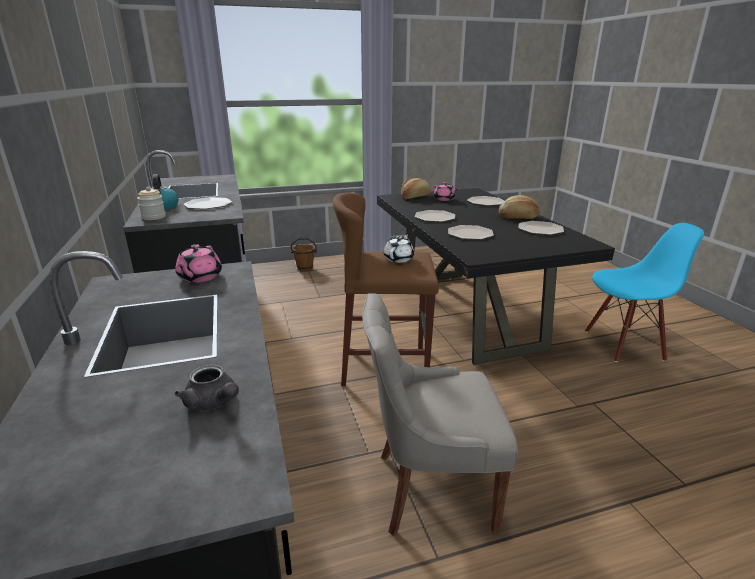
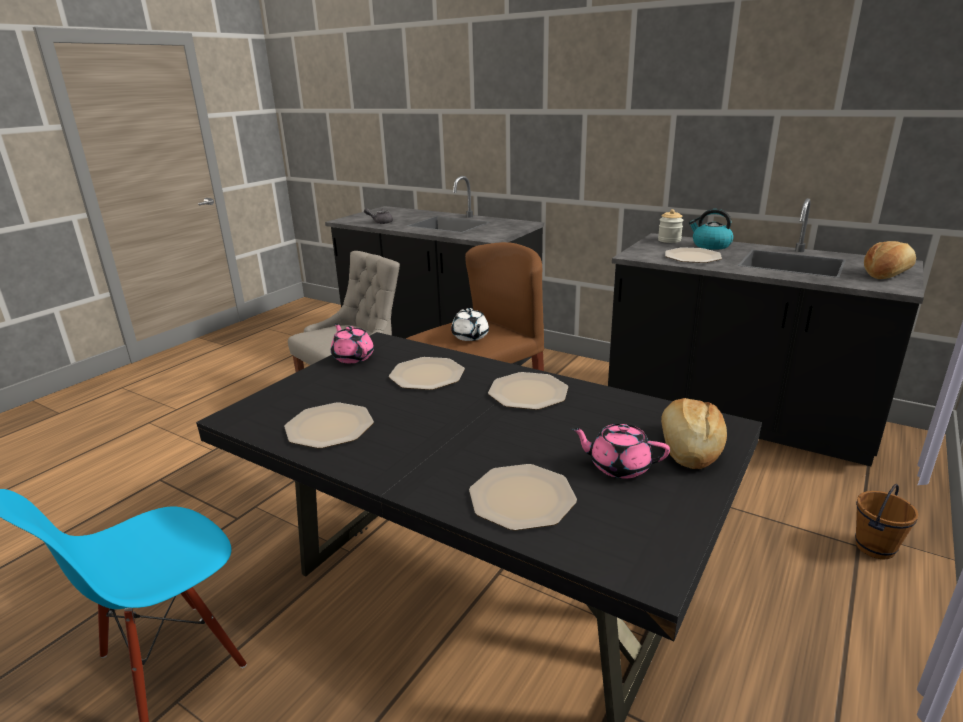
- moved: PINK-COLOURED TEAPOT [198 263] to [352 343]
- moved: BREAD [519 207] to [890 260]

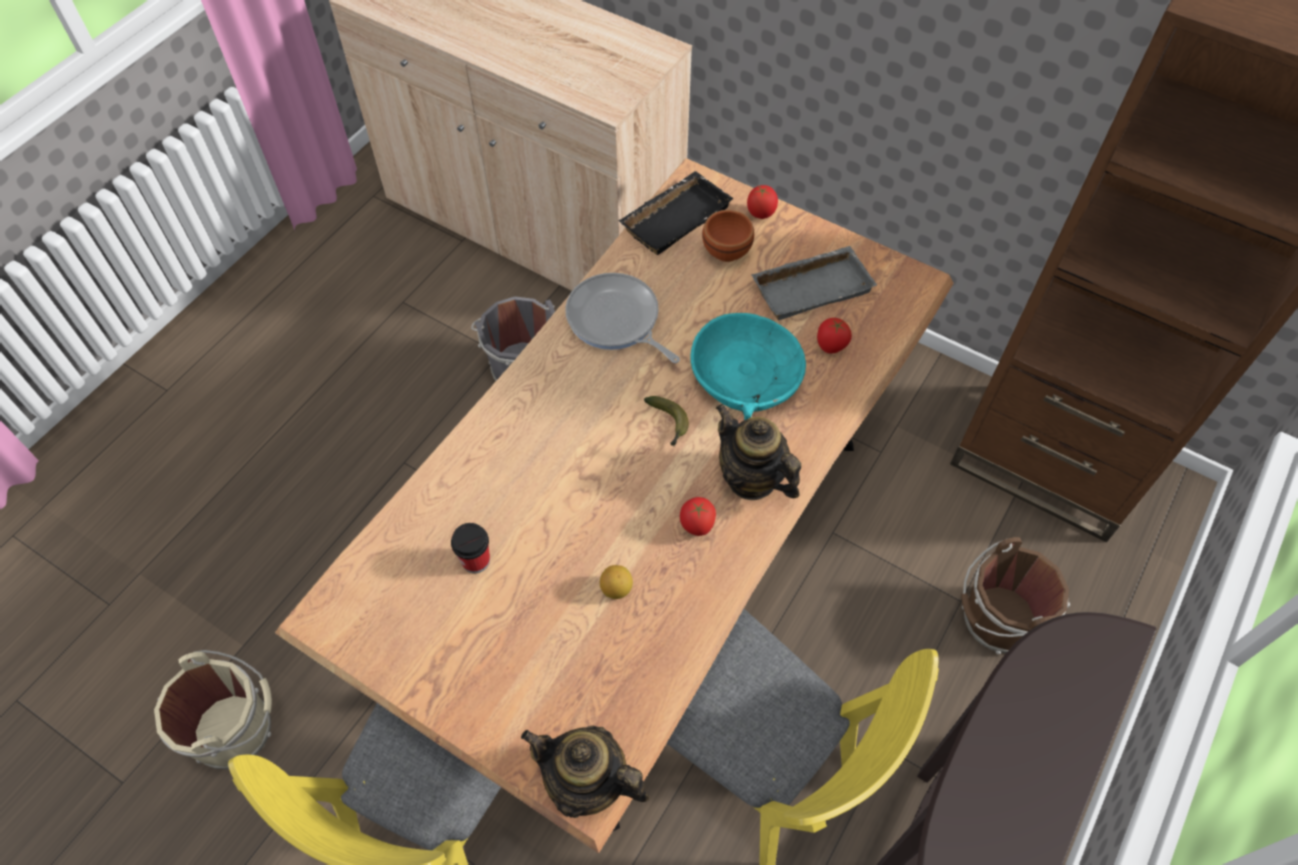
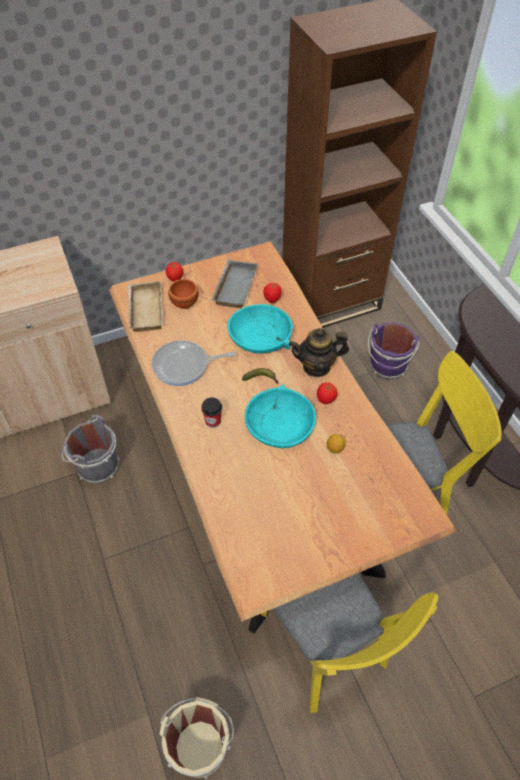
- removed: TEAPOT [585 772]
- added: TURQUOISE DEEP DISH [280 416]
- moved: SMALL CUP [470 548] to [211 412]
- recoloured: BLACK-COLOURED TRAY [676 213] to BEIGE TRAY [145 306]
- recoloured: BROWN WATER BUCKET [1015 595] to PURPLE WATER BUCKET [394 351]

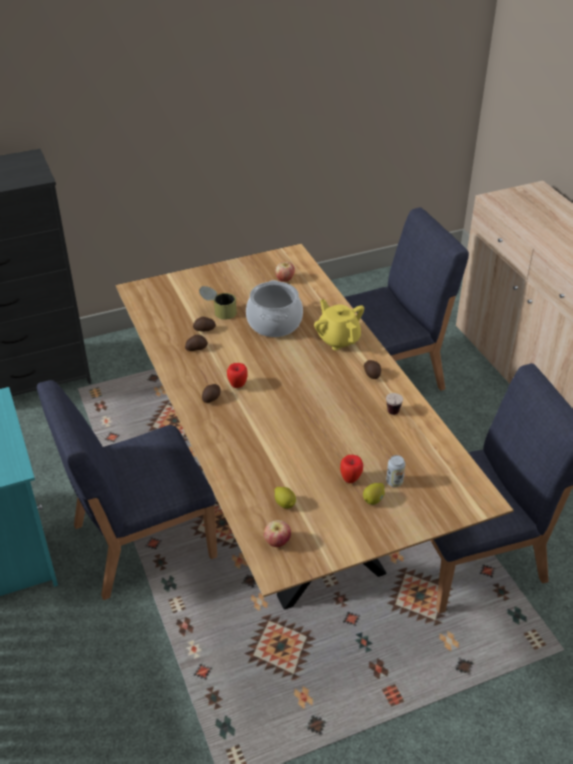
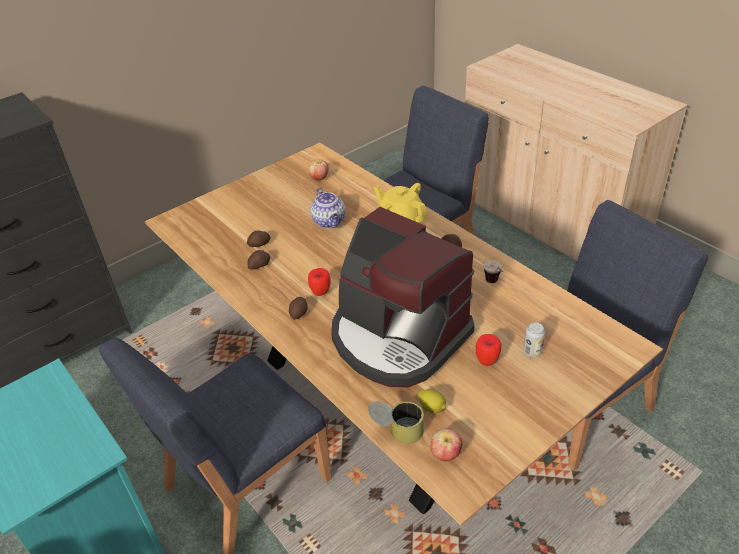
- removed: CITRUS FRUIT [374 494]
- added: COFFEE MAKER [403 297]
- moved: CAN [218 303] to [396 422]
- replaced: STOCKPOT [274 308] to TEAPOT [327 208]

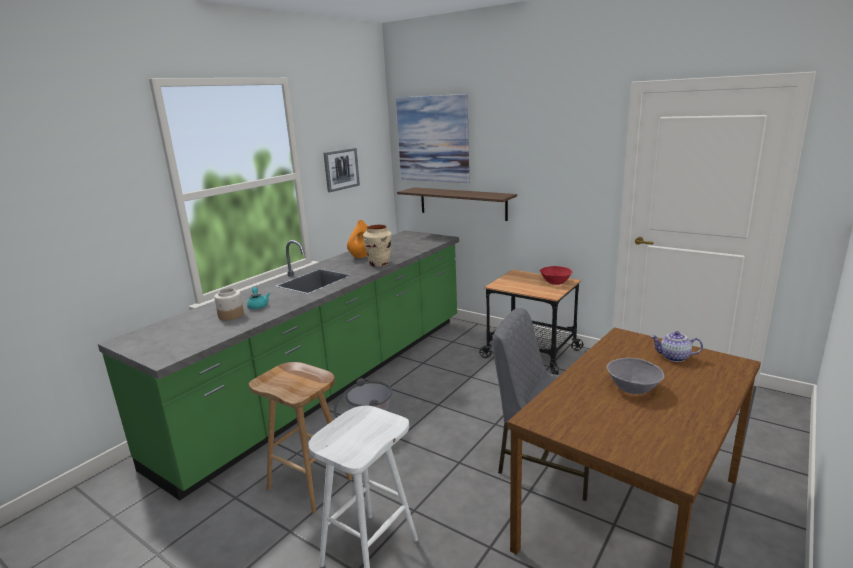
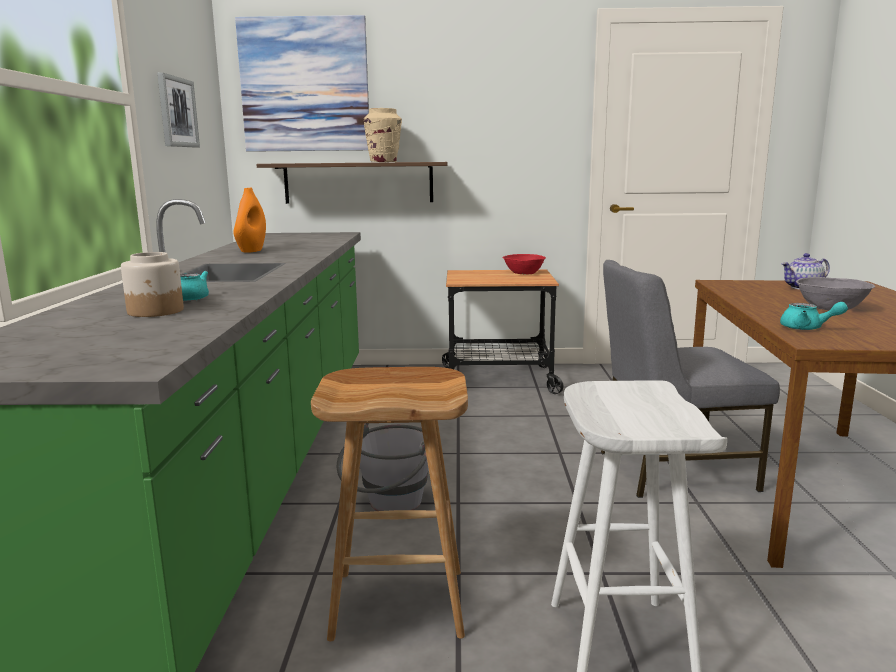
- added: TURQUOISE TEAPOT [814 316]
- moved: BEIGE FLOWER VASE [377 246] to [383 135]

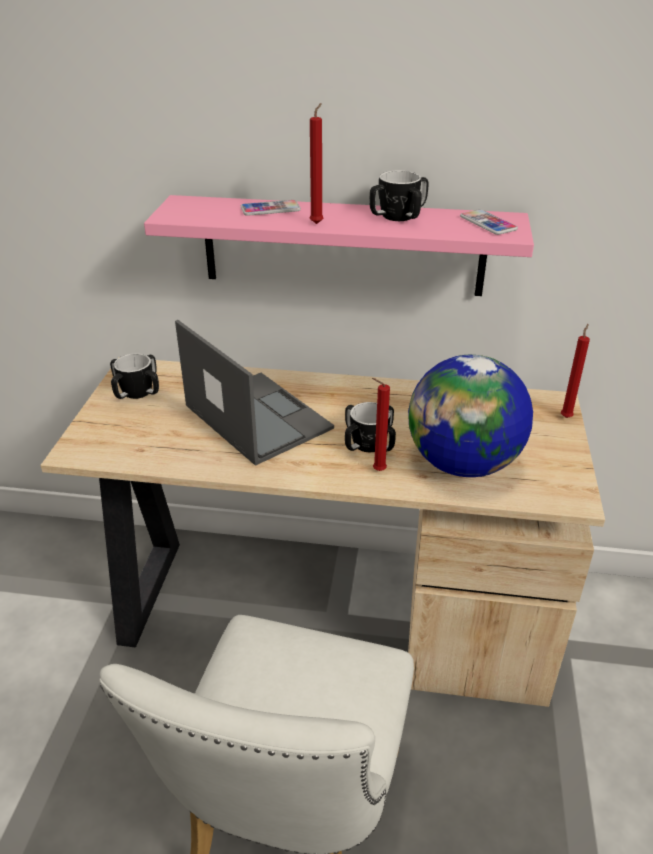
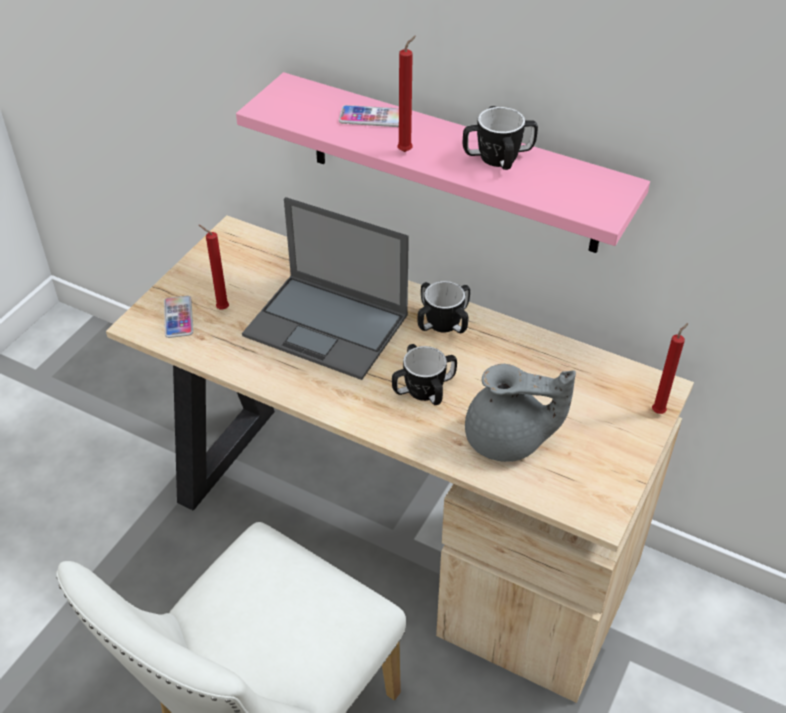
- moved: COFFEE MUG [134 376] to [444 307]
- moved: RED-COLOURED WAX CANDLE [381 424] to [214 267]
- moved: PHONE [489 222] to [178 317]
- replaced: WORLD GLOBE [470 416] to GREYISH TEAPOT [520 413]
- turned: LAPTOP [254 393] = [325 288] 135 degrees clockwise

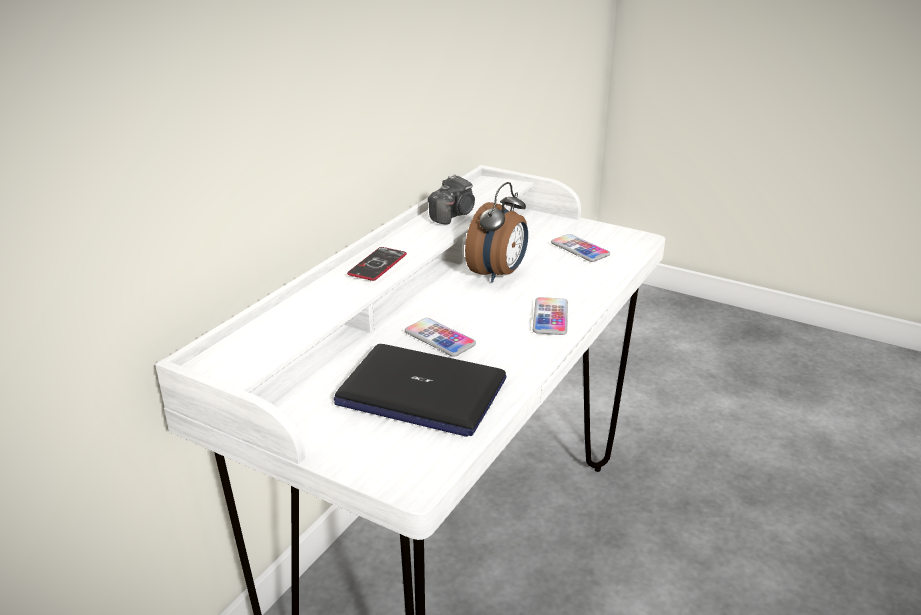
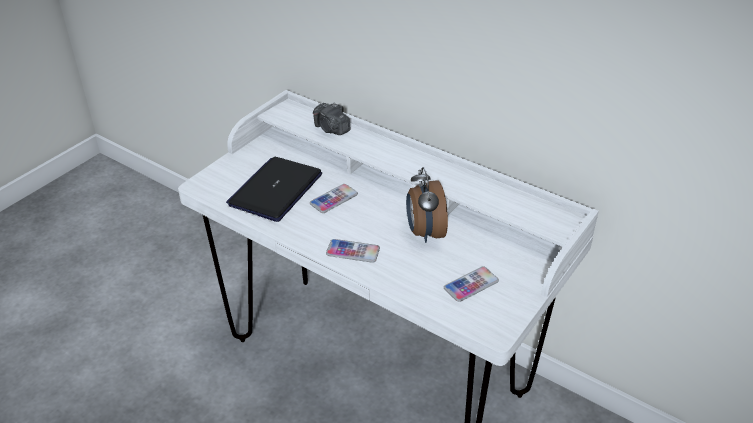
- removed: PHONE [377 264]
- moved: PHOTO CAMERA [451 199] to [331 119]
- turned: TABLE CLOCK [496 232] = [427 205] 45 degrees clockwise

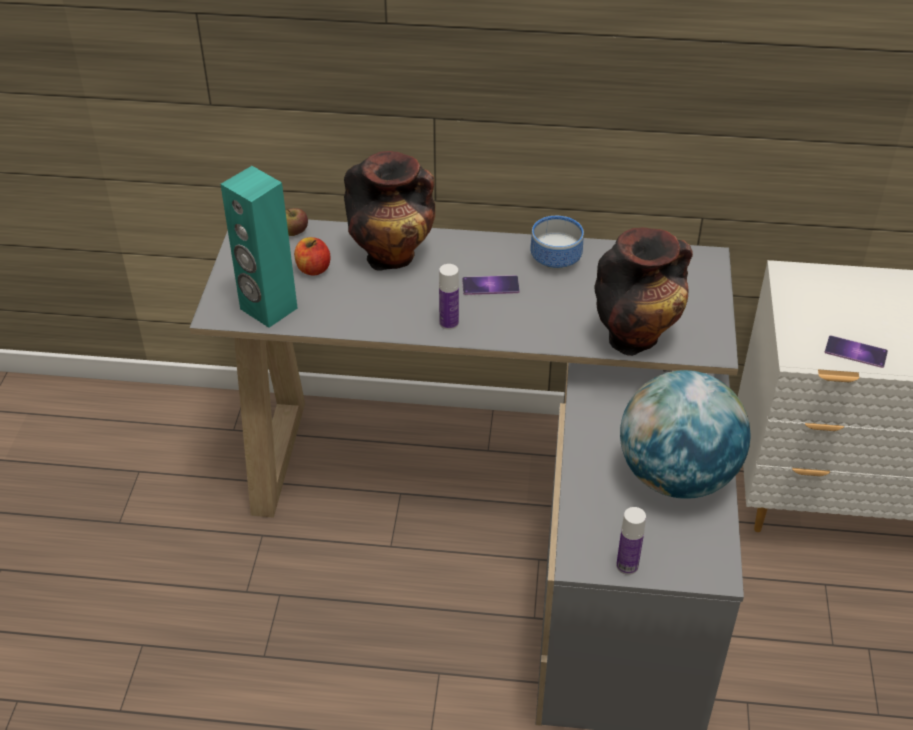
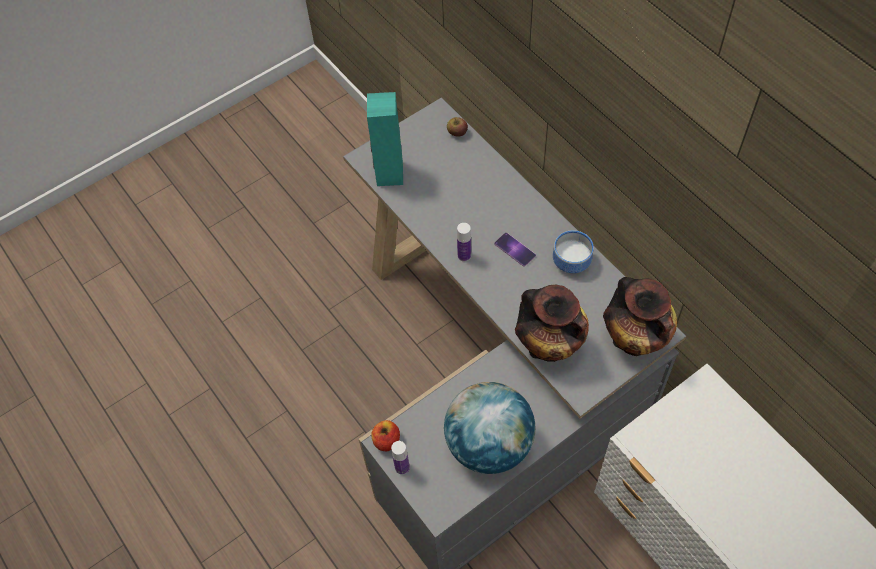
- removed: PHONE [856 351]
- moved: APPLE FRUIT [312 256] to [385 435]
- moved: FLOWER VASE [389 211] to [640 316]

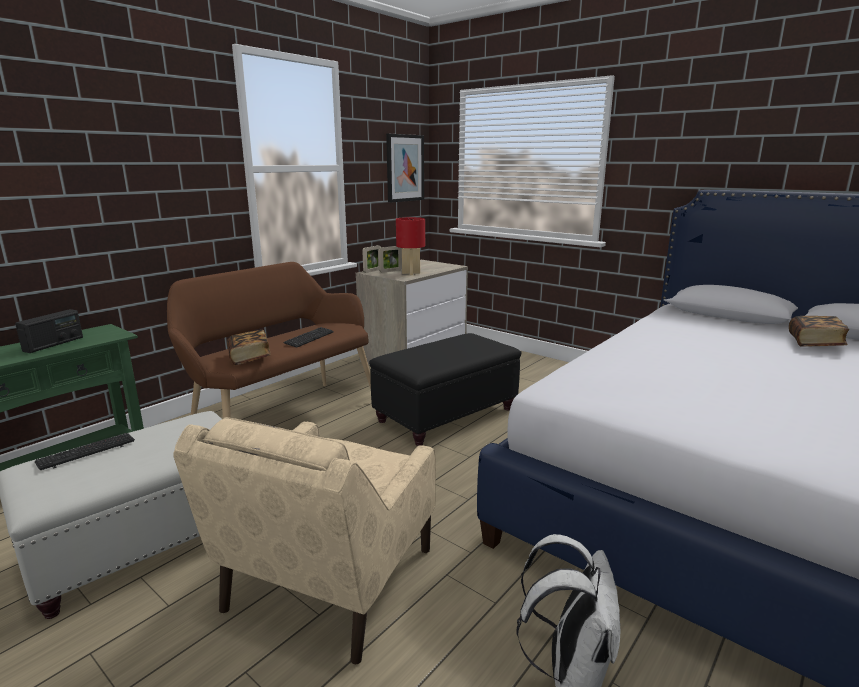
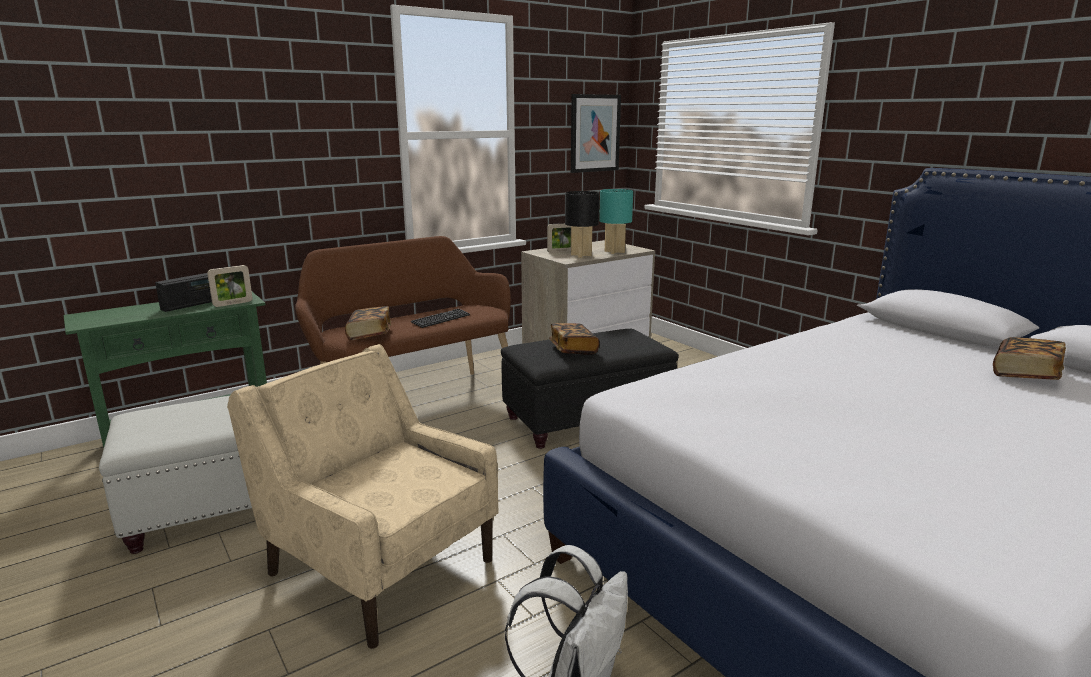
- removed: PC KEYBOARD [85 451]
- added: VOLUME [574 339]
- added: TURQUOISE TABLE LAMP [616 221]
- moved: PICTURE FRAME [371 259] to [230 286]
- recoloured: RED-COLOURED TABLE LAMP [410 246] to BLACK-COLOURED TABLE LAMP [582 224]
- turned: BEIGE ARMCHAIR [304 540] = [363 496] 90 degrees clockwise

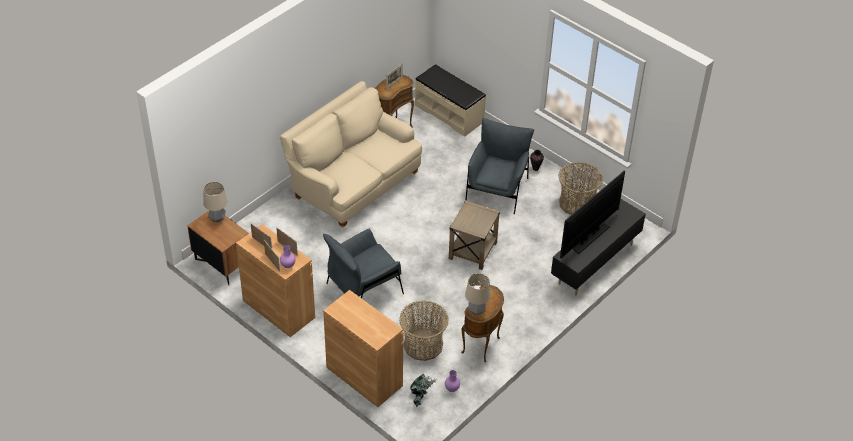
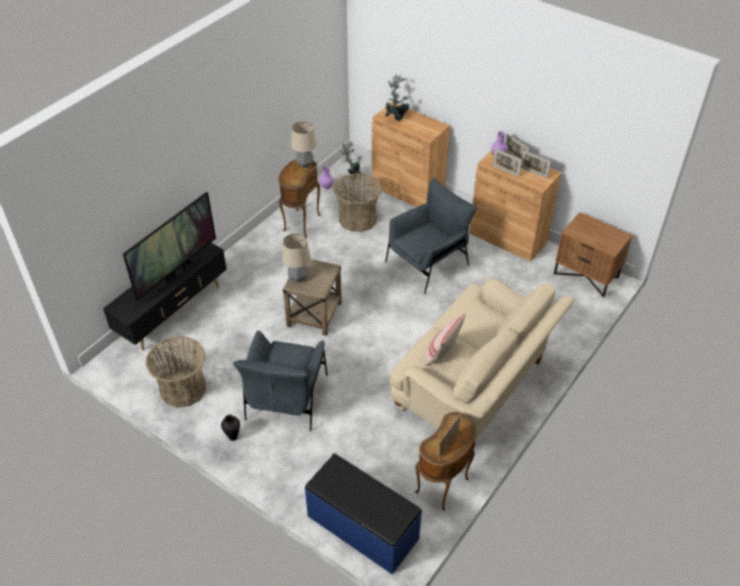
- added: POTTED PLANT [397 97]
- added: CUSHION [445 340]
- moved: TABLE LAMP [215 202] to [296 257]
- recoloured: BEIGE LONG SEAT [450 100] to BLUE LONG SEAT [363 513]

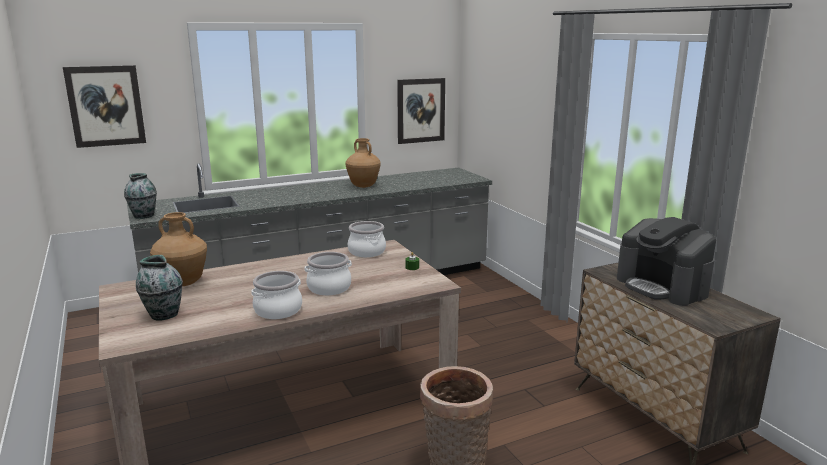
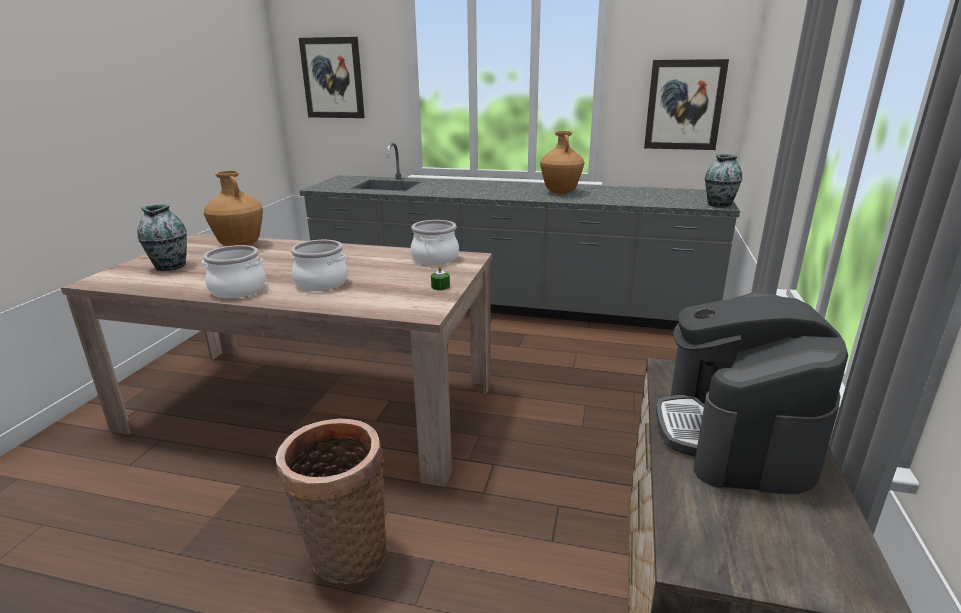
- moved: FLOWER VASE [140 196] to [723 181]

